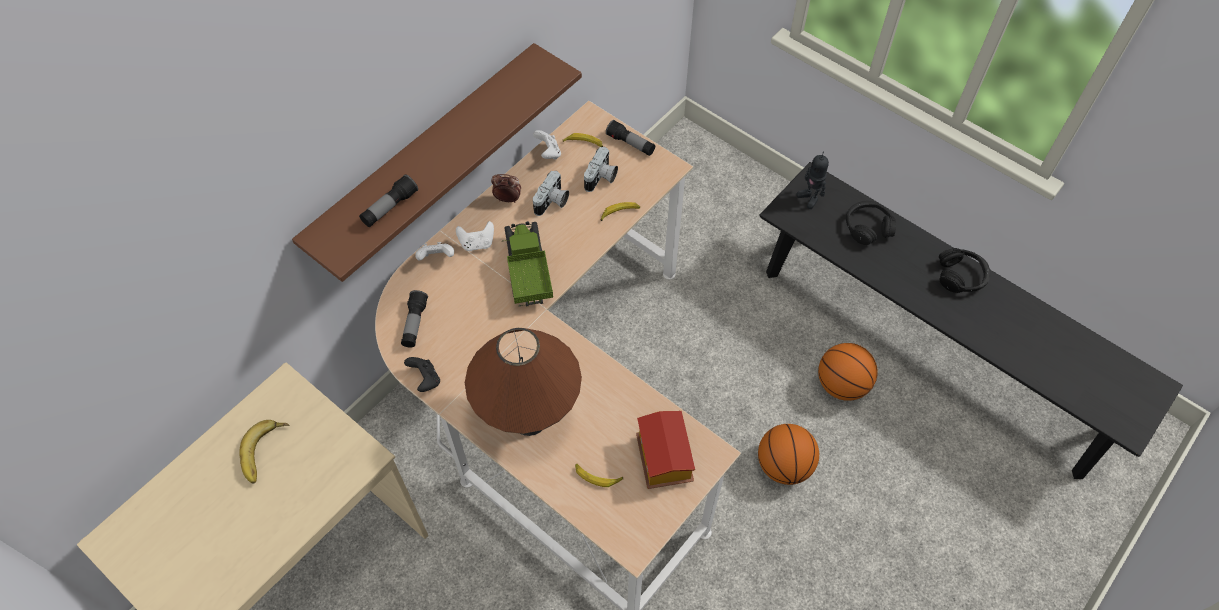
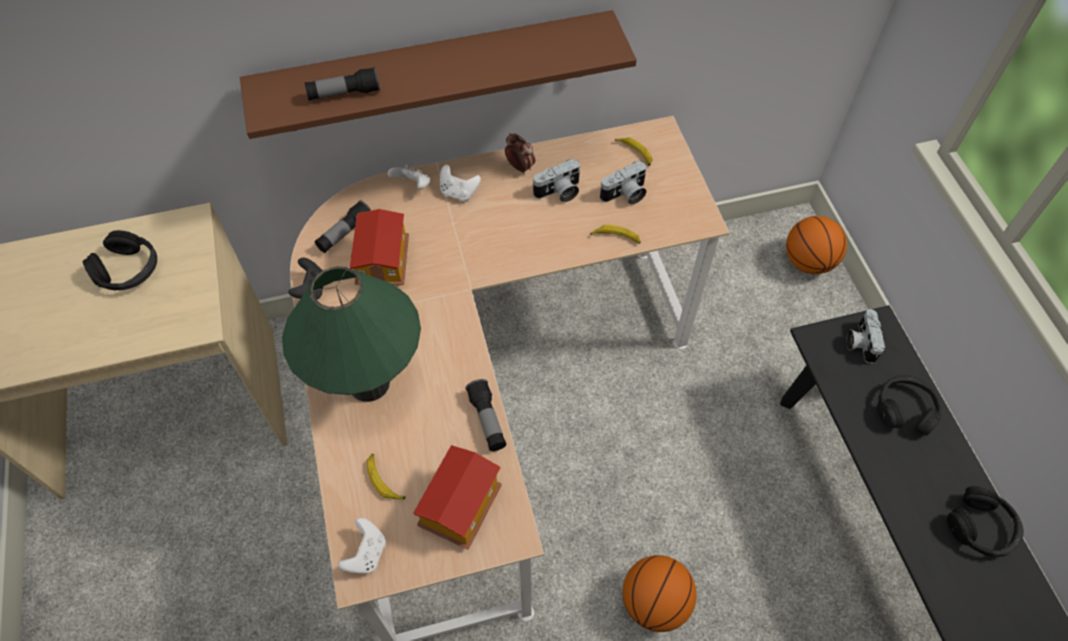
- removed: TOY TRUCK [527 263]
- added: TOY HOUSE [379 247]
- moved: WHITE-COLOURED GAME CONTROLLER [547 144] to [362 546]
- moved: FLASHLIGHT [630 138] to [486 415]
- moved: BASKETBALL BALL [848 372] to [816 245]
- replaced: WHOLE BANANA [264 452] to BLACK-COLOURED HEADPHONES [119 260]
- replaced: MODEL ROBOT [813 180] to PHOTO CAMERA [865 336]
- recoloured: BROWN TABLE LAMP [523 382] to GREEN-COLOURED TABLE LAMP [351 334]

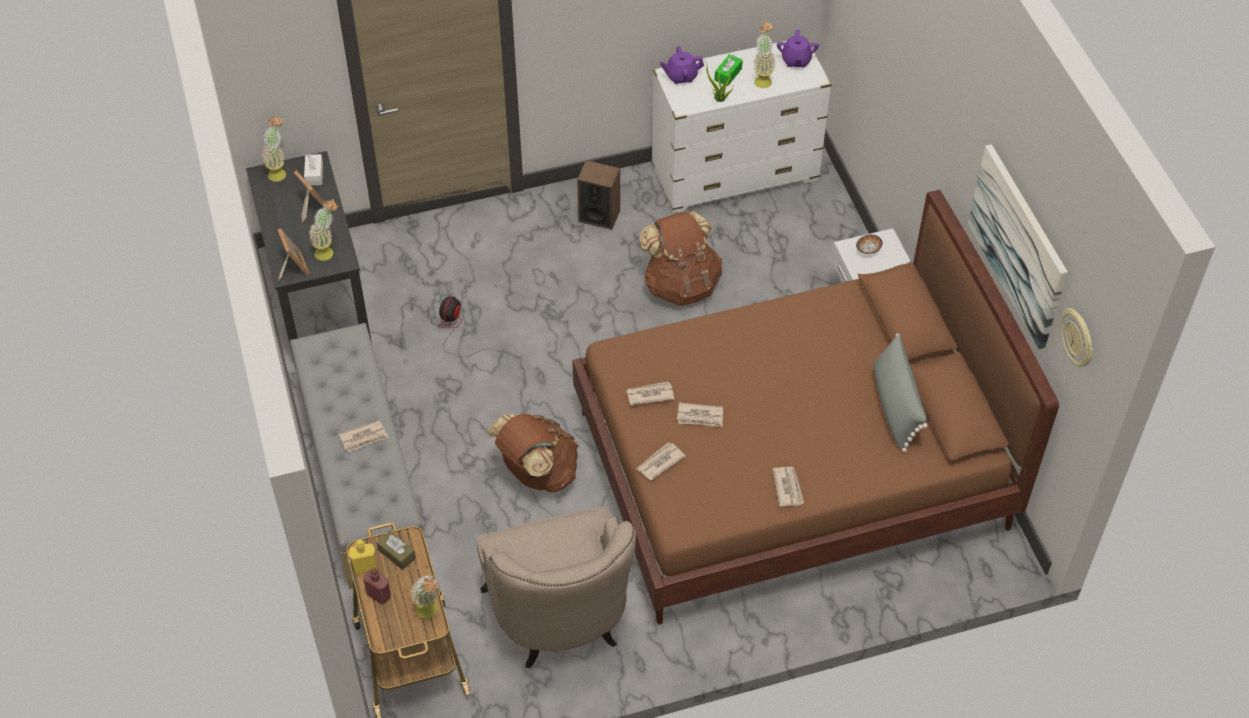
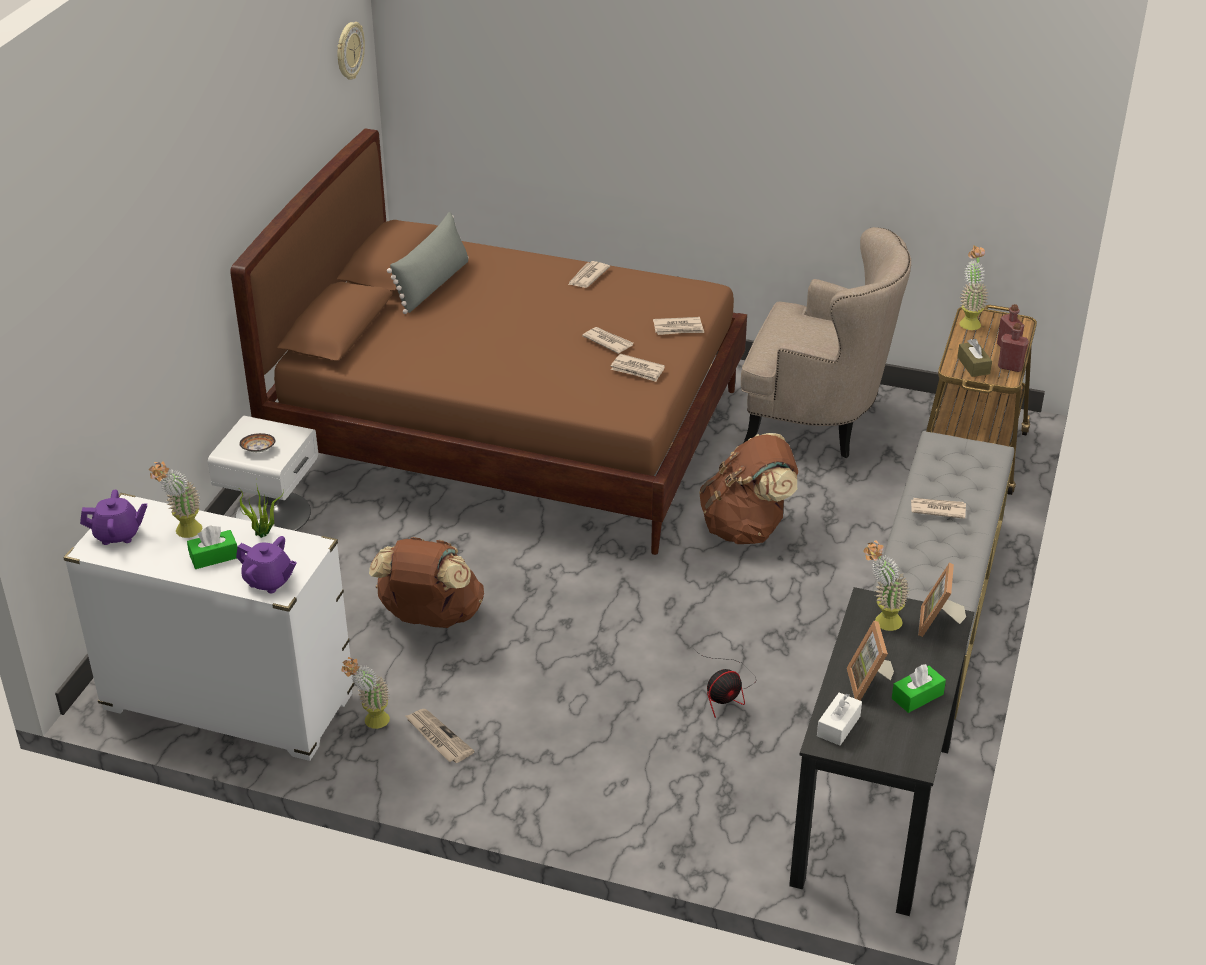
- removed: PICTURE [1018 246]
- added: GREEN-COLOURED TISSUE BOX [919 688]
- moved: POTTED PLANT [273 148] to [365 693]
- replaced: LOUDSPEAKER [598 195] to DAILY PAPER [439 736]
- recoloured: YELLOWISH BOTTLE [362 557] to RED-COLOURED BOTTLE [1013 347]
- turned: BEIGE ARMCHAIR [556 587] = [826 342] 90 degrees clockwise
- turned: PURPLE TEAPOT [798 48] = [113 517] 45 degrees clockwise

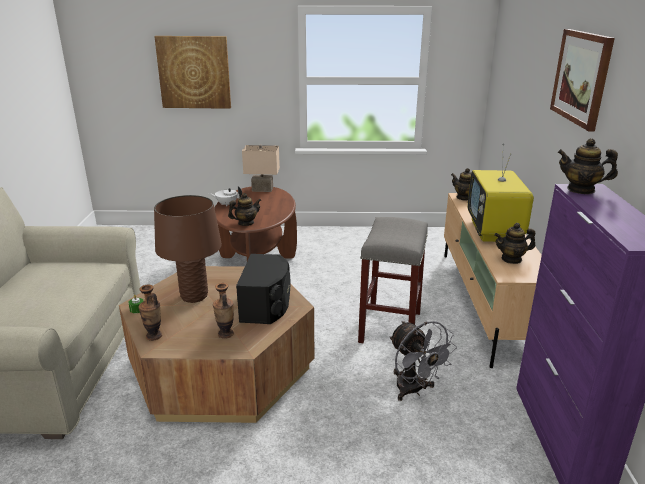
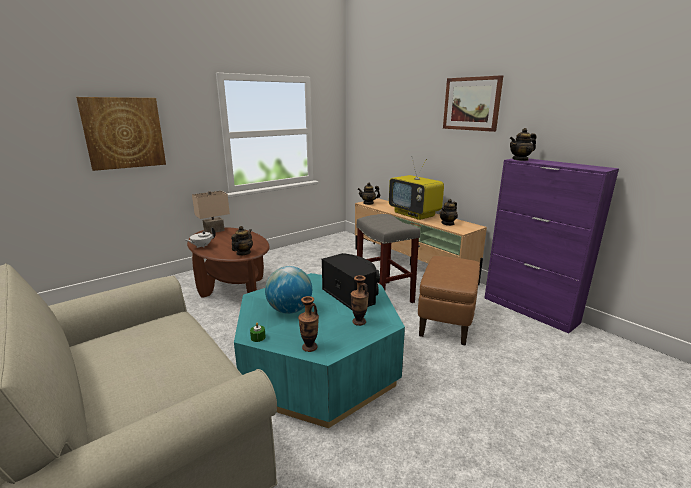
- replaced: BROWN TABLE LAMP [188 249] to WORLD GLOBE [288 290]
- replaced: GREYISH COOLING FAN [423 361] to BROWN POUFFE [449 301]
- recoloured: BROWN LOUNGE TABLE [216 344] to TURQUOISE LOUNGE TABLE [319 350]

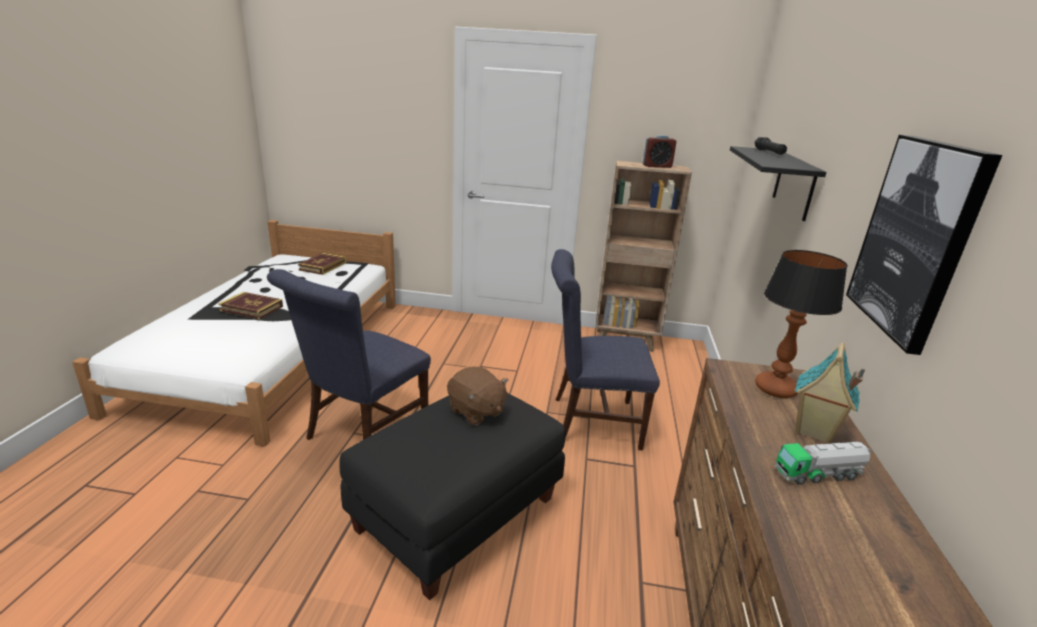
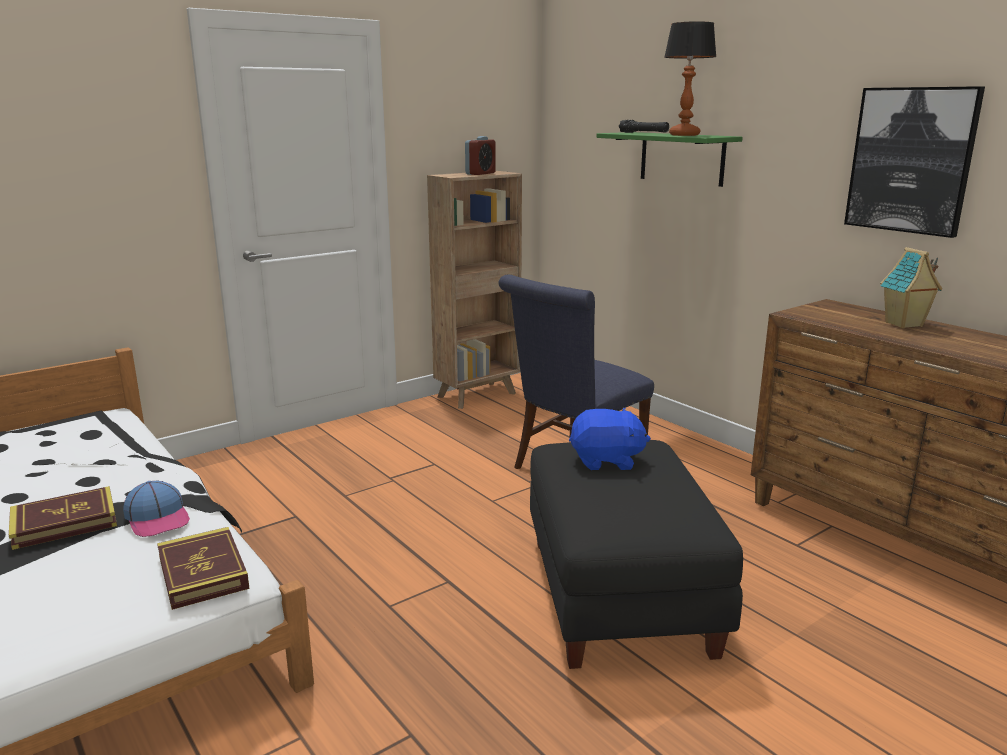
- removed: BLUE UPRIGHT CHAIR [349 354]
- removed: TOY TRUCK [823 463]
- added: PEAKED CAP [156 509]
- moved: VOLUME [322 264] to [203 568]
- moved: TABLE LAMP [801 324] to [690 78]
- recoloured: BROWN SOFT TOY [477 396] to BLUE SOFT TOY [610 439]
- recoloured: BLACK-COLOURED BRACKET SHELF [778 183] to GREEN-COLOURED BRACKET SHELF [670 159]

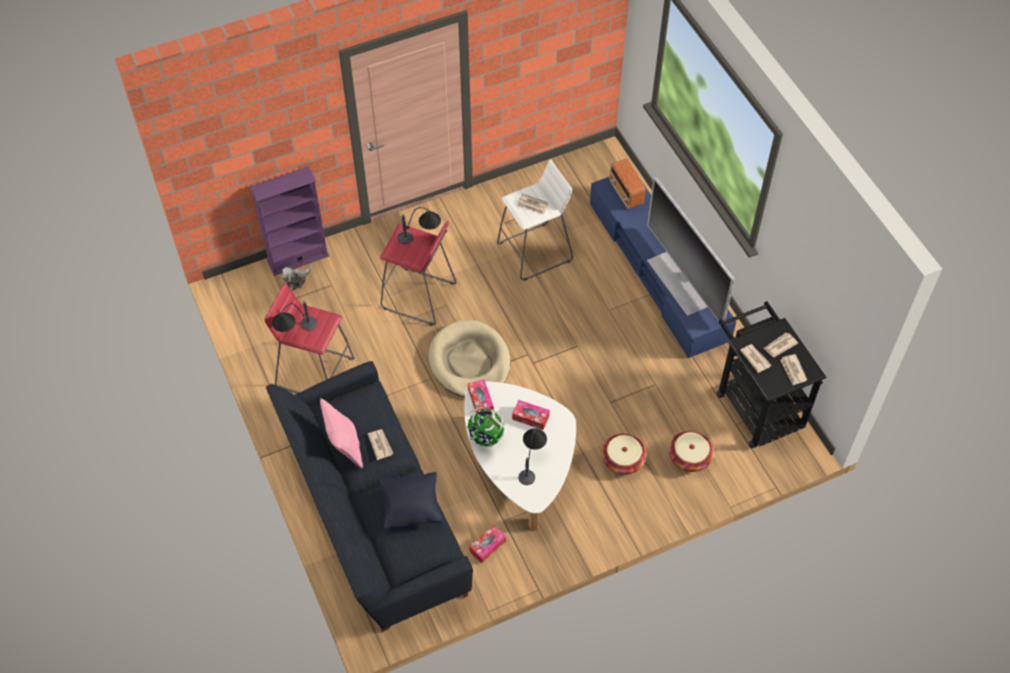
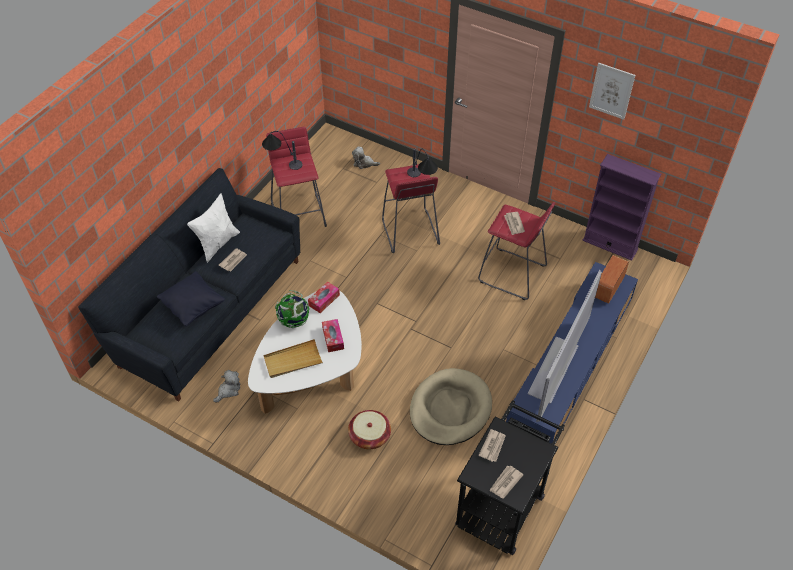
- removed: BASKET [691 451]
- removed: DAILY PAPER [780 345]
- added: PICTURE [612 91]
- moved: PURPLE BOOKSHELF [289 221] to [621 207]
- moved: BEIGE DOG CUSHION [470 358] to [451 406]
- replaced: TISSUE BOX [487 544] to SOFT TOY [226 386]
- replaced: TABLE LAMP [532 456] to BEIGE TRAY [293 358]
- recoloured: PINK-COLOURED CUSHION [341 433] to WHITE-COLOURED CUSHION [213 228]
- recoloured: WHITE-COLOURED STOOL [535 219] to RED-COLOURED STOOL [516 251]

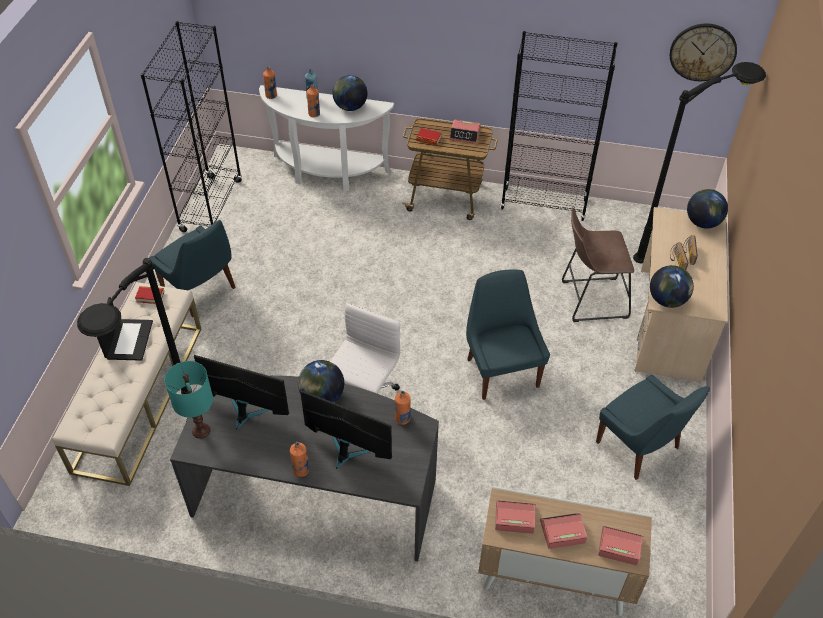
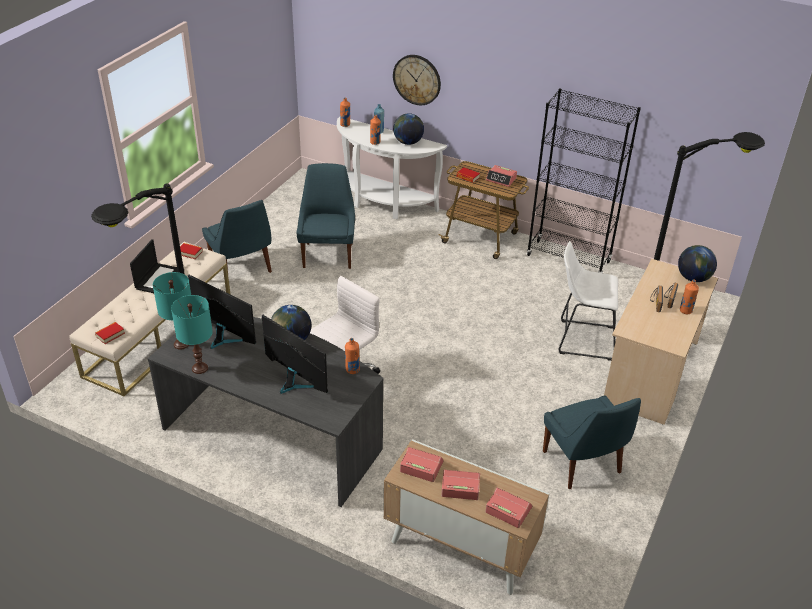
- removed: BLACK-COLOURED BOOKSHELF [191 126]
- removed: WORLD GLOBE [672 286]
- added: VOLUME [110 333]
- added: TURQUOISE TABLE LAMP [192 334]
- moved: ORANGEY BOTTLE [299 459] to [689 296]
- moved: BLUE UPRIGHT CHAIR [508 335] to [325 216]
- moved: WALL CLOCK [703 52] to [417 80]
- recoloured: BROWN STOOL [598 264] to WHITE-COLOURED STOOL [588 301]

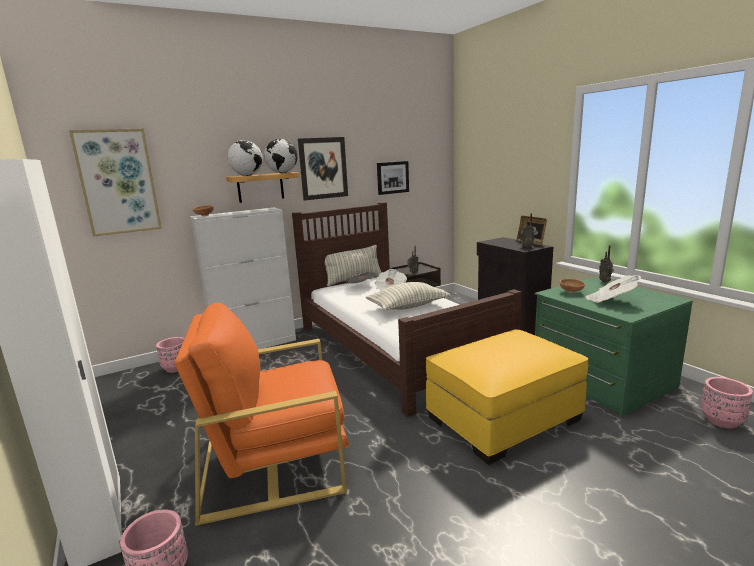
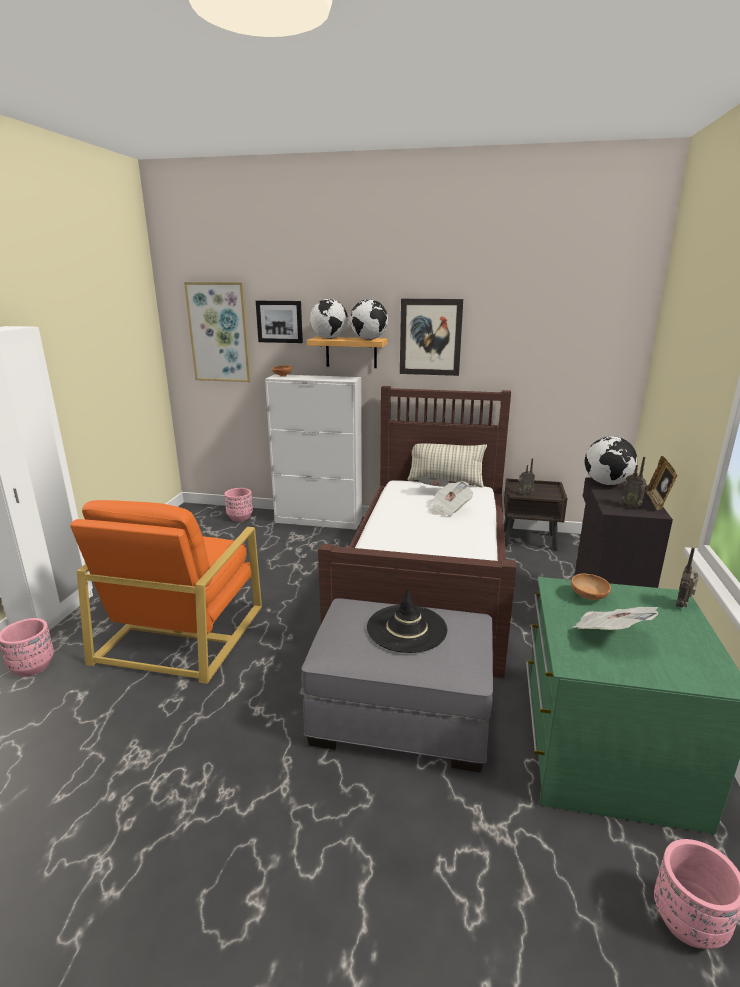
- removed: CUSHION [408 296]
- added: BLACK-COLOURED WEARABLE HAT [407 620]
- added: WORLD GLOBE [611 460]
- moved: PICTURE [393 178] to [279 322]
- recoloured: YELLOWISH POUFFE [507 397] to GREYISH POUFFE [397 685]
- turned: ORANGEY ARMCHAIR [261 414] = [166 592] 105 degrees counterclockwise

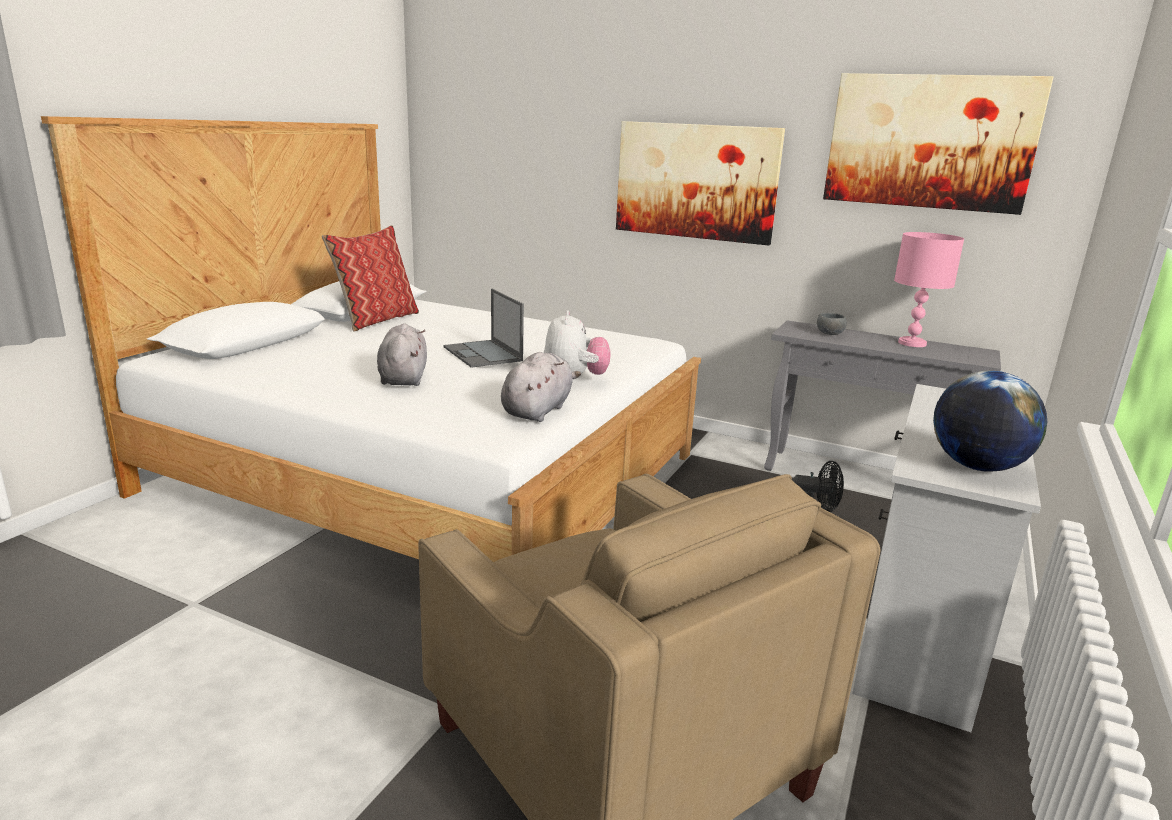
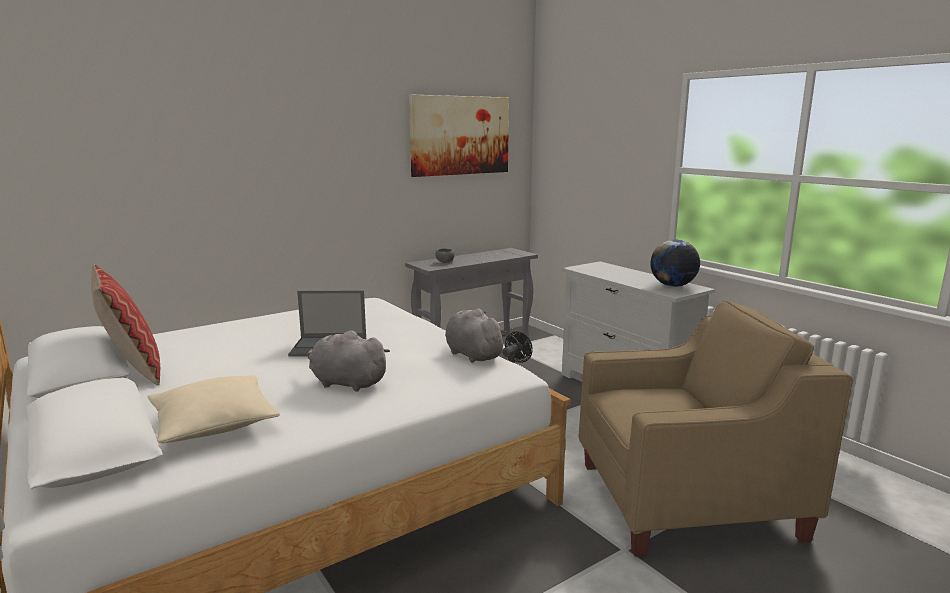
- removed: SOFT TOY [577 342]
- removed: PICTURE [700 183]
- removed: PINK-COLOURED TABLE LAMP [929 289]
- added: BEIGE CUSHION [214 409]

